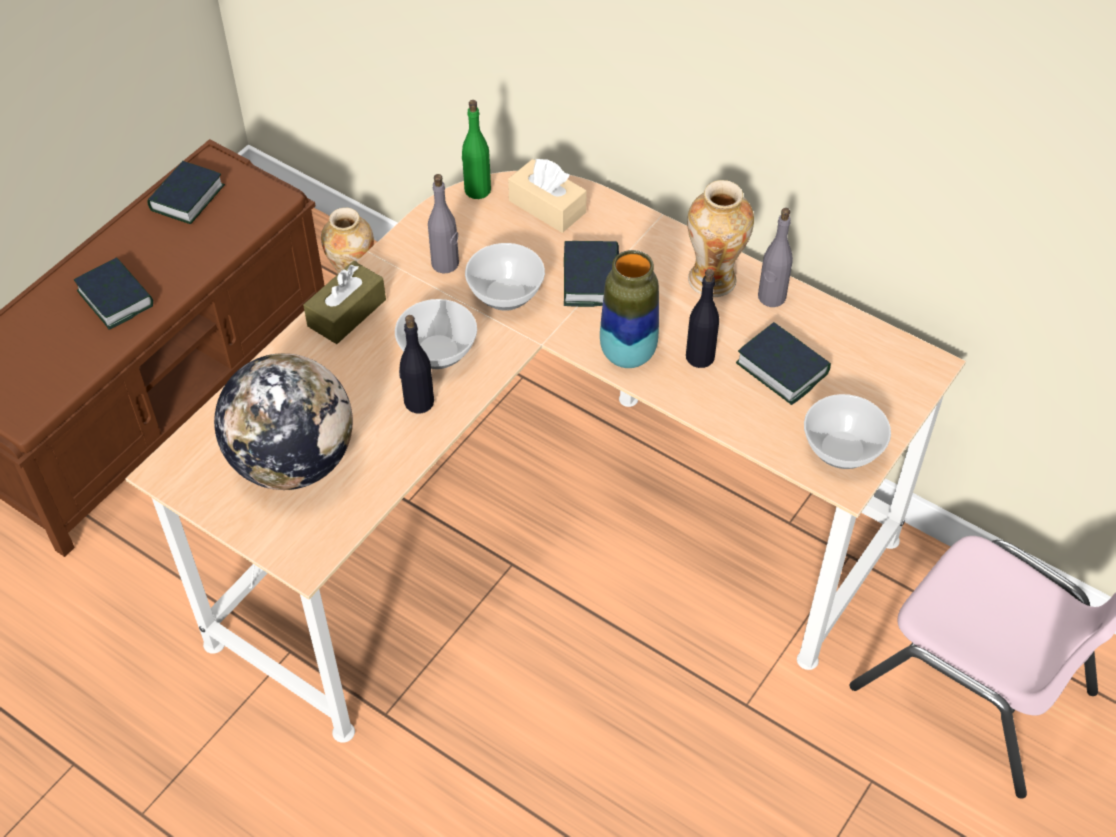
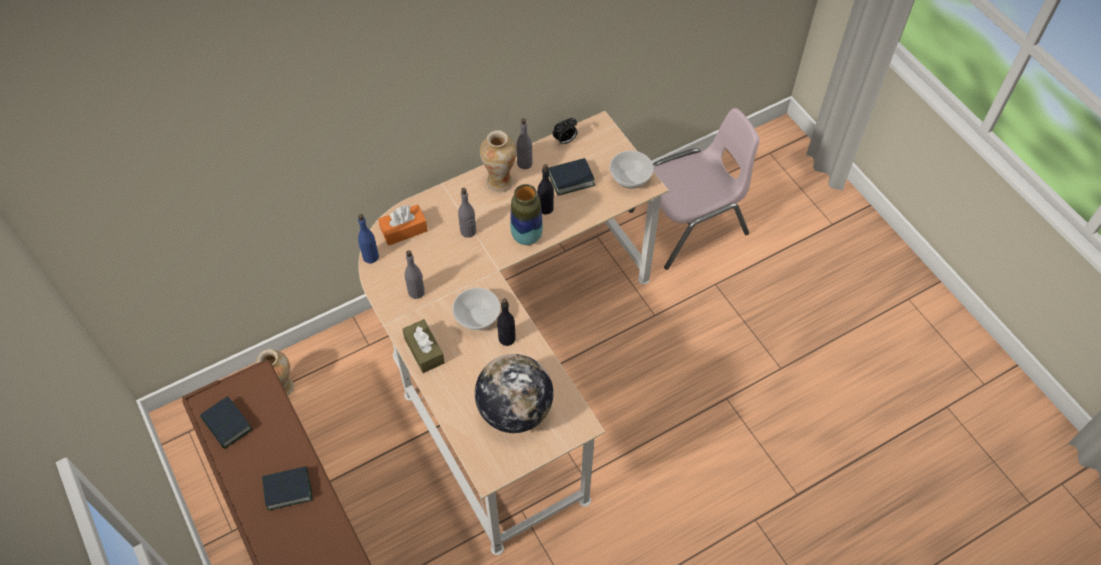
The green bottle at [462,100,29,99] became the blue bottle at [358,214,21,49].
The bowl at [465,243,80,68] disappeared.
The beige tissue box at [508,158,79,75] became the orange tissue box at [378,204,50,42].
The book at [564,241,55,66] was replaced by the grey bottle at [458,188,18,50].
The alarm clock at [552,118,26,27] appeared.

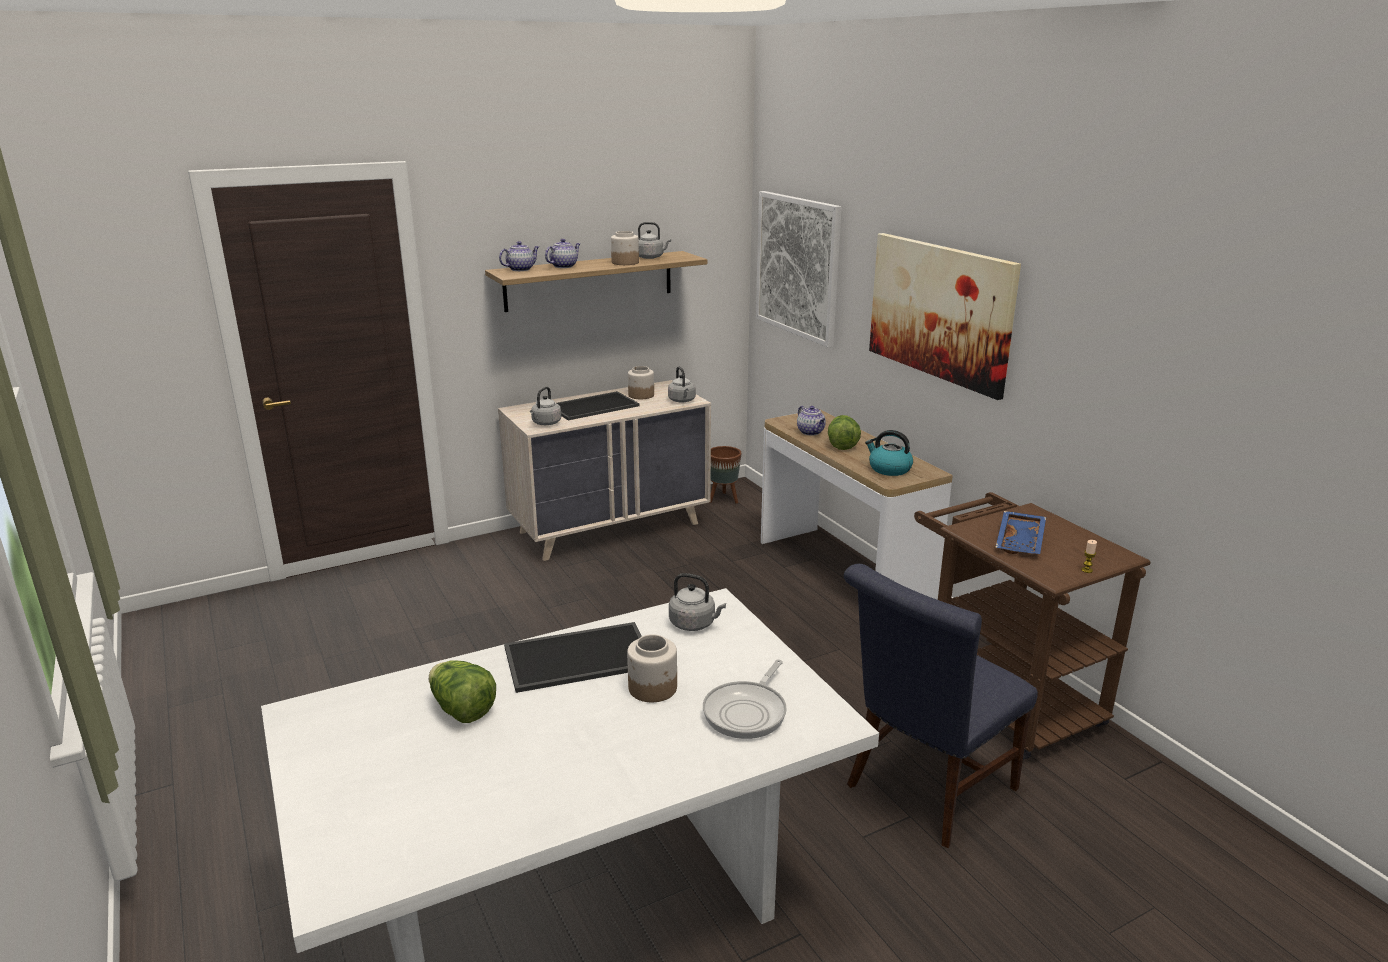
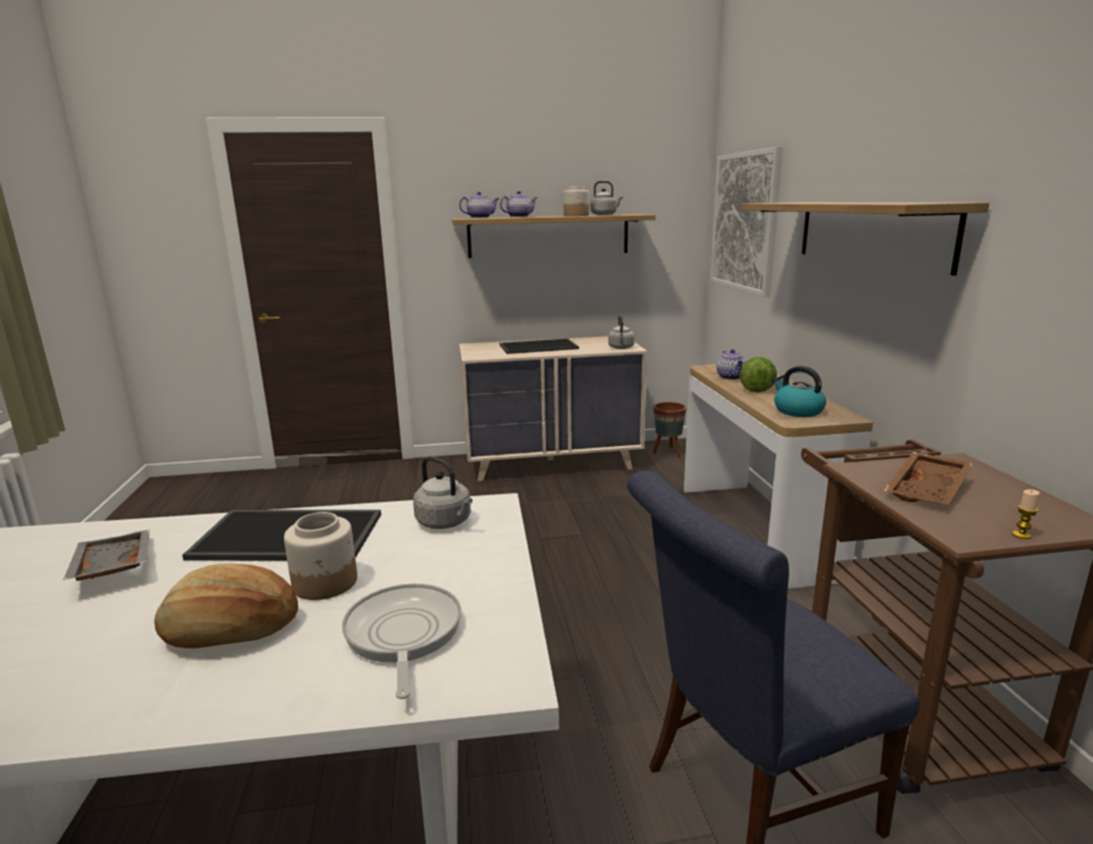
The lettuce at [429,660,67,63] was replaced by the grey tray at [63,530,87,51].
The grey kettle at [530,387,31,38] disappeared.
The jar at [628,366,26,33] disappeared.
The frying pan at [703,660,84,79] turned 120 degrees clockwise.
The picture at [869,233,152,167] was replaced by the shelf at [741,202,248,74].
The blue tray at [995,511,51,43] became the brown tray at [884,452,89,53].
The bread at [154,563,144,85] appeared.

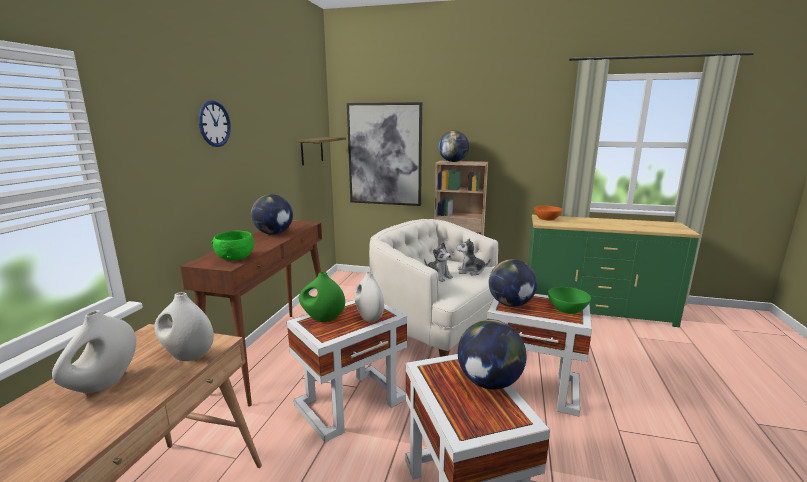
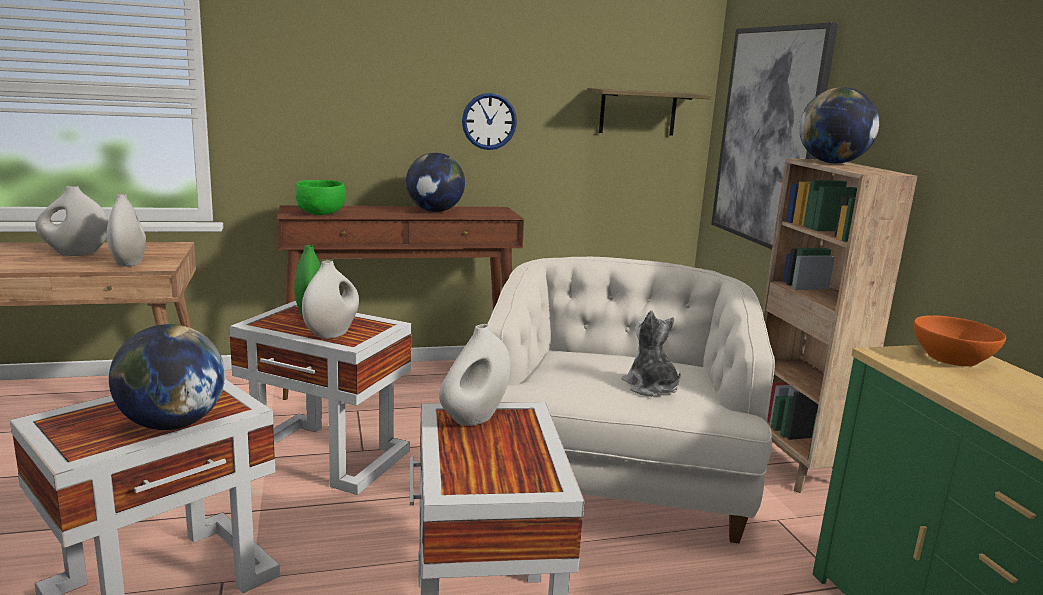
The wall clock moved from [198,100,33,47] to [462,93,55,57].
The plush toy at [424,242,29,40] disappeared.
The globe at [489,259,48,48] was replaced by the white vase at [439,324,71,102].
The green bowl at [548,287,43,27] disappeared.

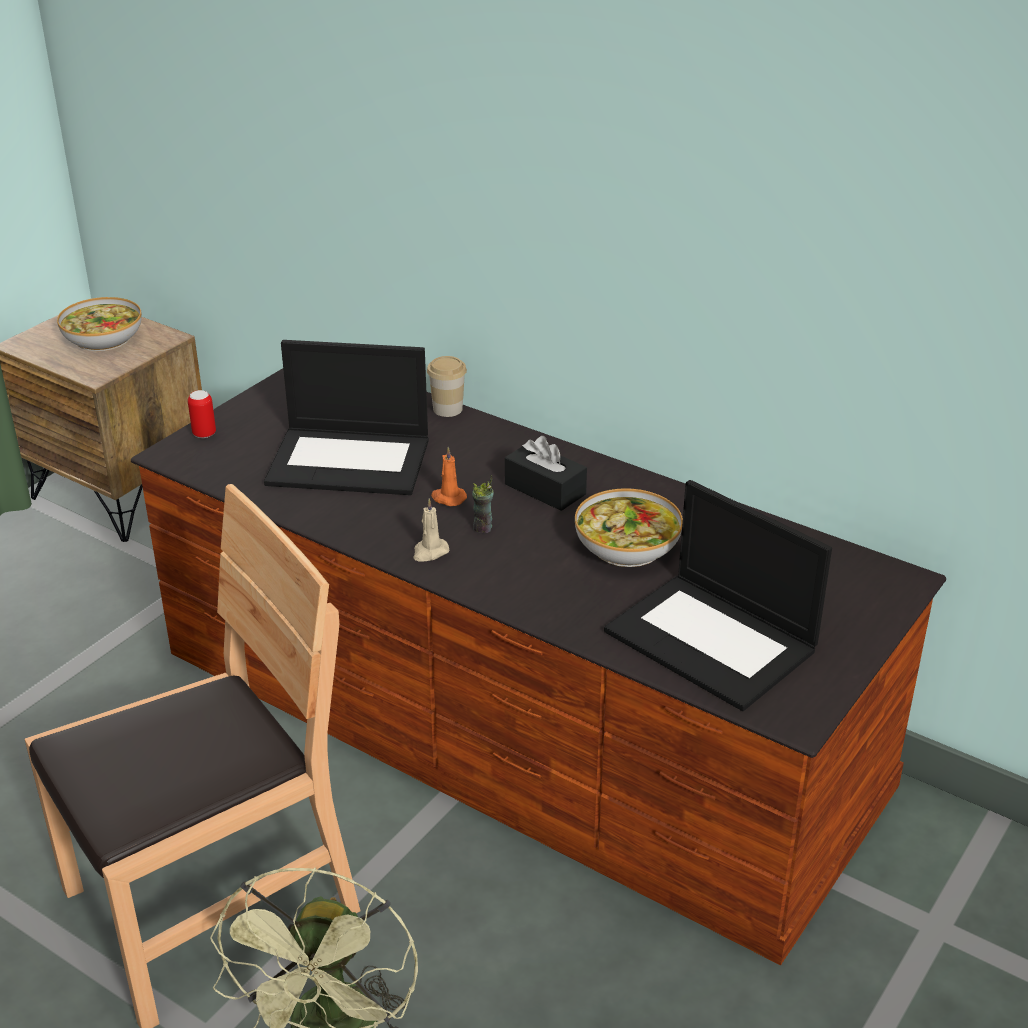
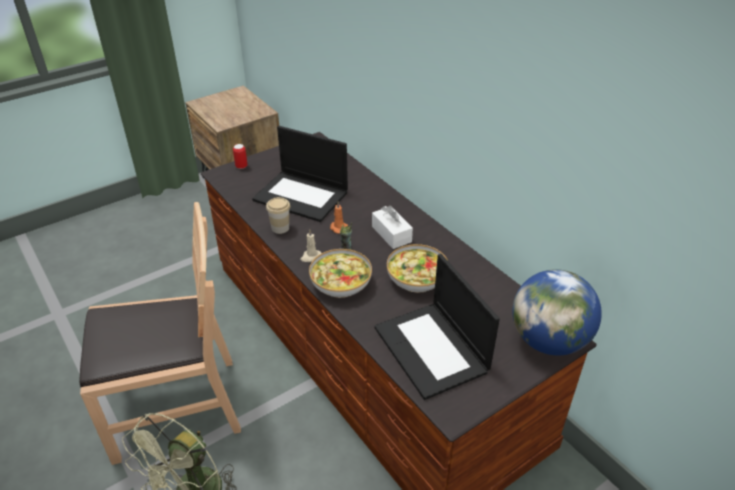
The bowl moved from [57,297,85,54] to [309,249,63,49].
The cup moved from [427,356,40,61] to [266,197,24,37].
The black tissue box at [505,436,82,75] became the white tissue box at [372,206,41,43].
The globe at [512,269,90,87] appeared.

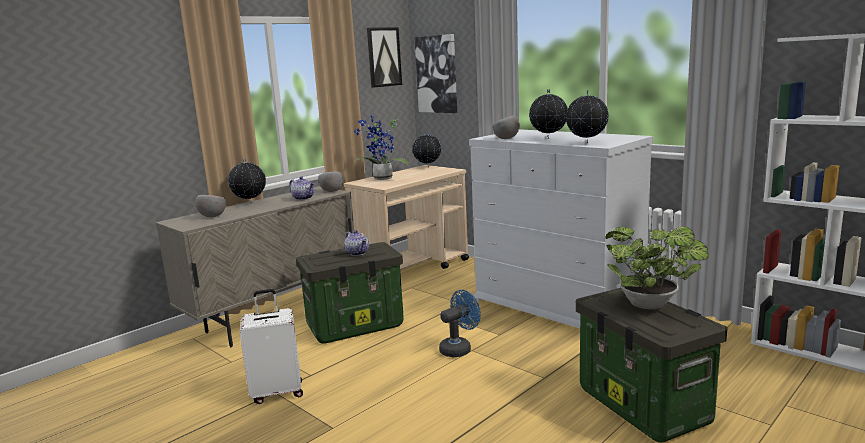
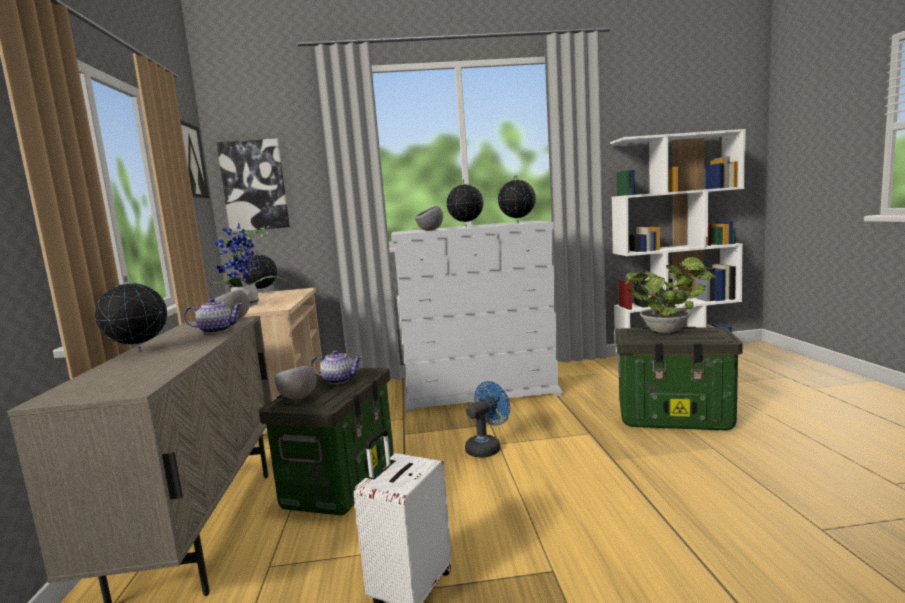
The grey bowl moved from [196,195,30,22] to [275,365,41,34].
The blue fan at [439,290,42,68] turned 45 degrees clockwise.

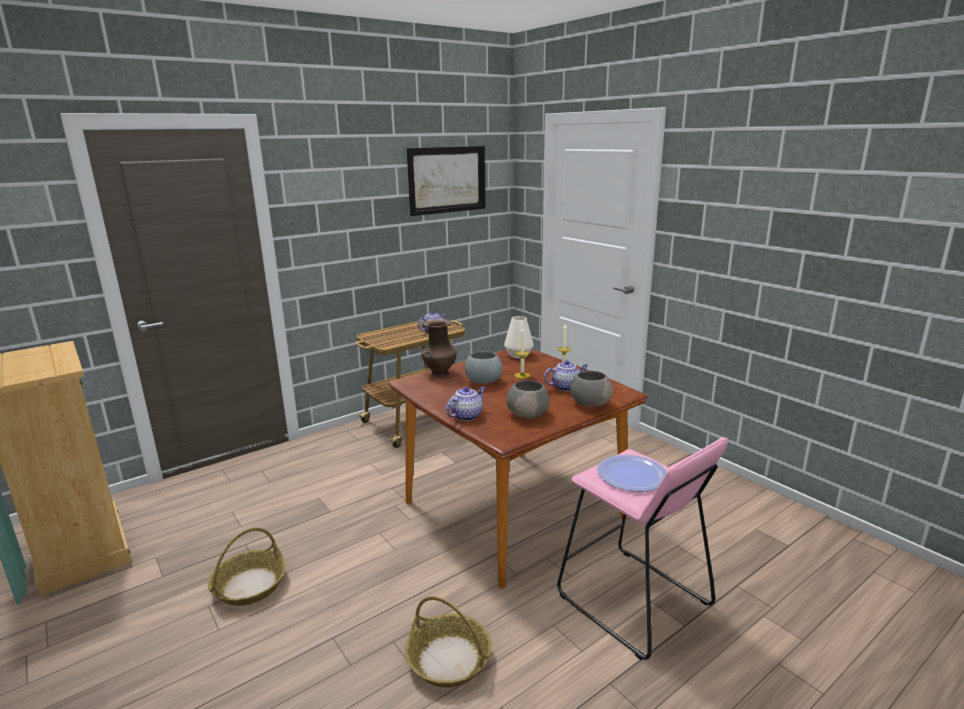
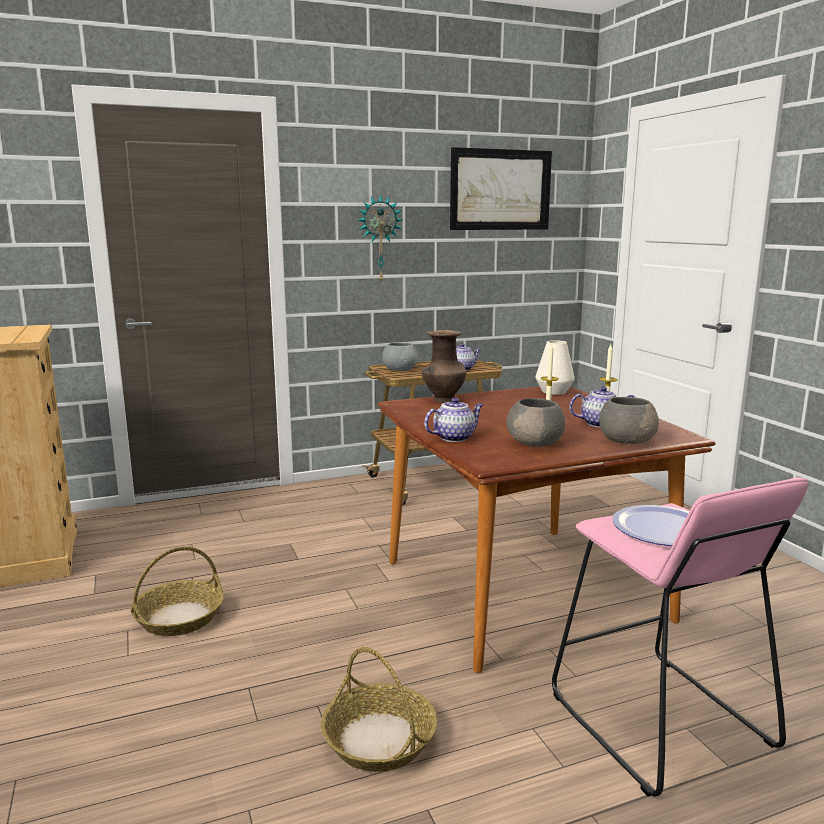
The grey bowl moved from [465,351,38,33] to [382,342,36,29].
The wall clock at [358,194,45,90] appeared.

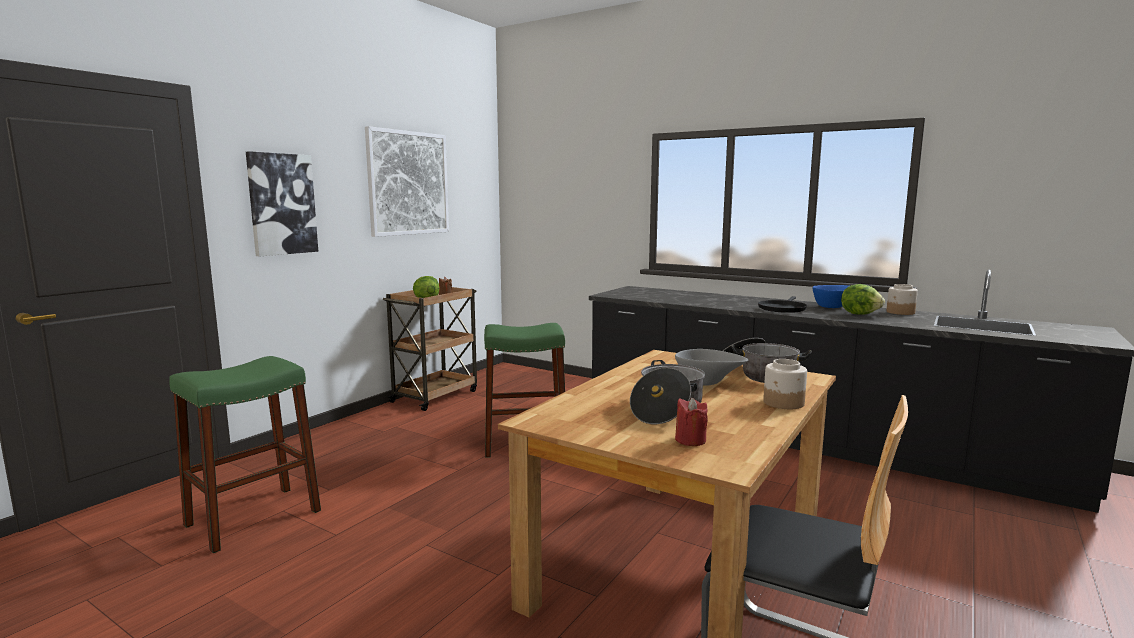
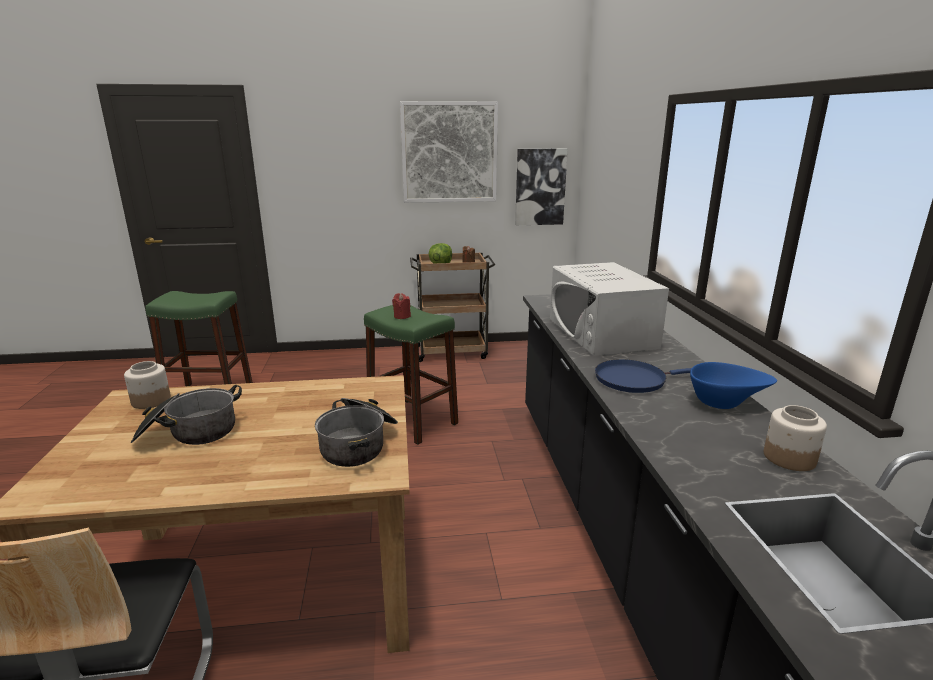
The picture moved from [246,151,72,105] to [515,149,53,76].
The grey bowl at [675,349,73,37] disappeared.
The red candle moved from [675,398,33,48] to [392,293,19,26].
The black frying pan at [758,296,49,17] became the blue frying pan at [595,359,97,34].
The jar moved from [763,359,44,50] to [124,361,47,48].
The lettuce at [841,284,44,31] disappeared.
The white microwave at [550,262,119,94] appeared.

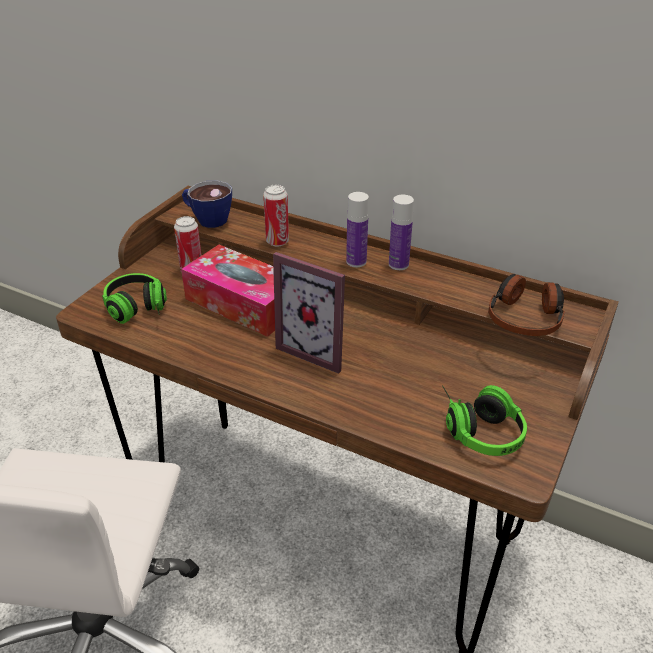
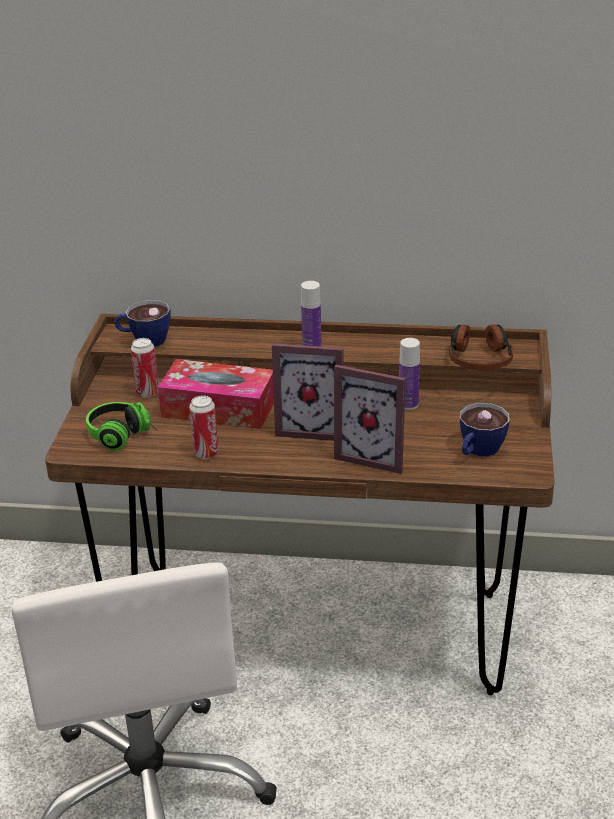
The can moved from [263,185,26,61] to [189,395,29,64].
The bottle moved from [389,195,25,75] to [399,338,21,72].
The headphones at [442,385,85,71] was replaced by the cup at [460,403,50,53].
The picture frame at [334,365,72,109] appeared.

